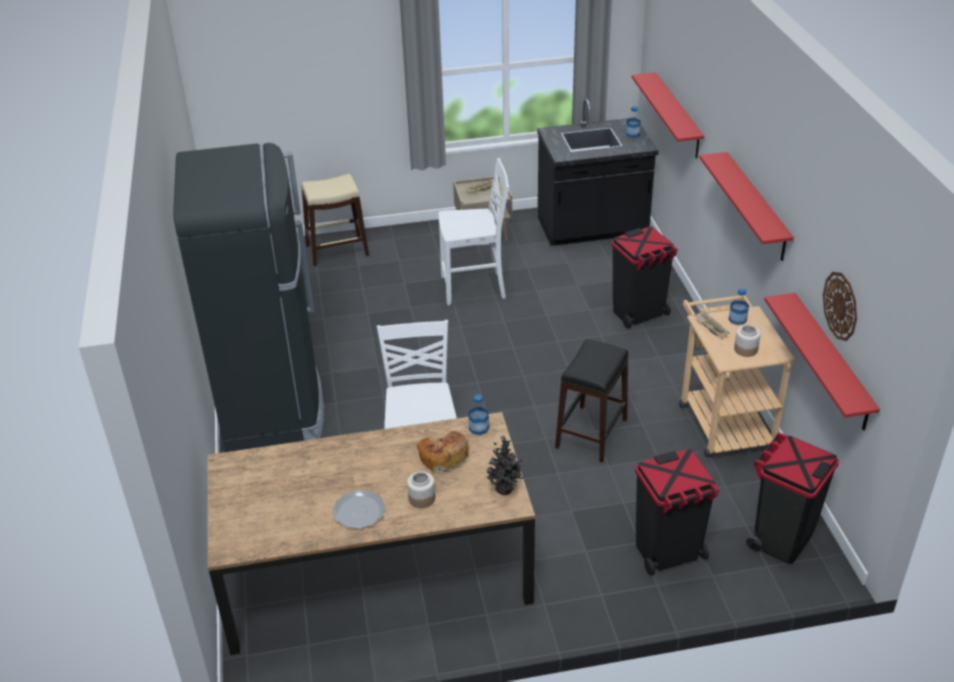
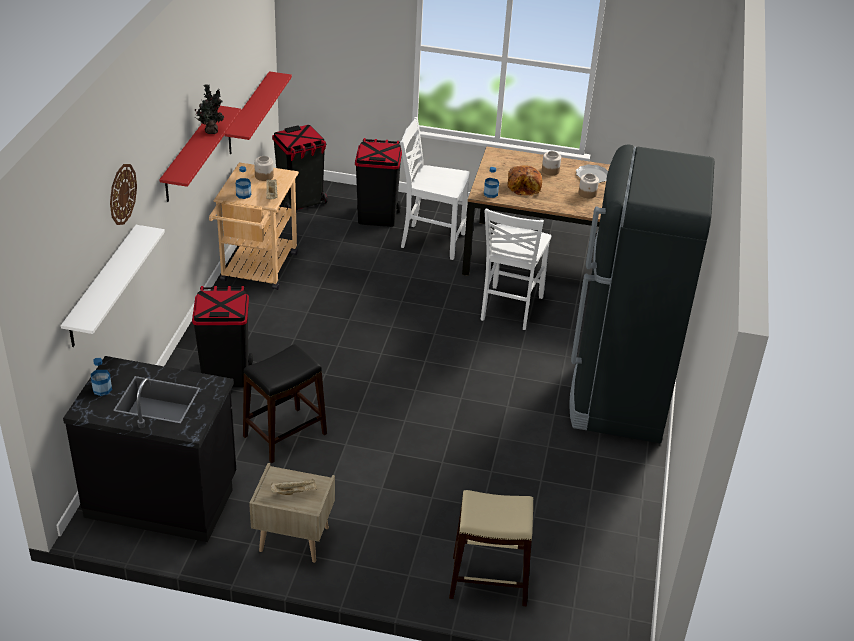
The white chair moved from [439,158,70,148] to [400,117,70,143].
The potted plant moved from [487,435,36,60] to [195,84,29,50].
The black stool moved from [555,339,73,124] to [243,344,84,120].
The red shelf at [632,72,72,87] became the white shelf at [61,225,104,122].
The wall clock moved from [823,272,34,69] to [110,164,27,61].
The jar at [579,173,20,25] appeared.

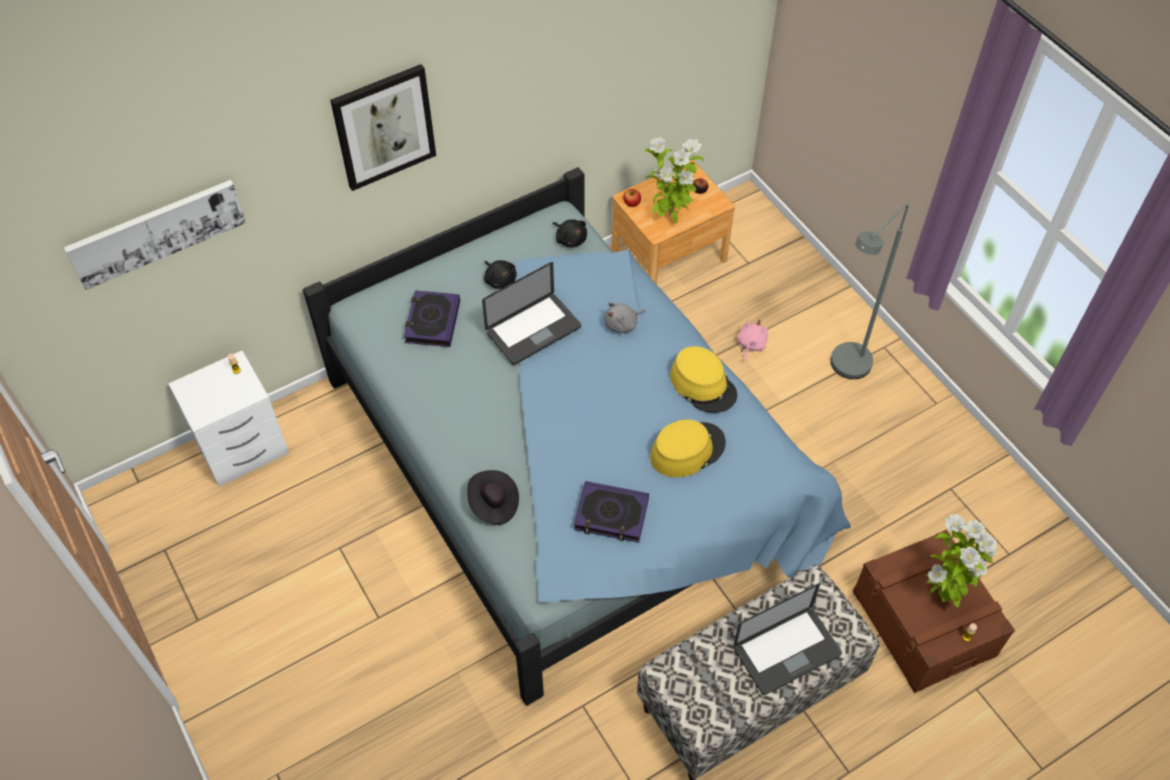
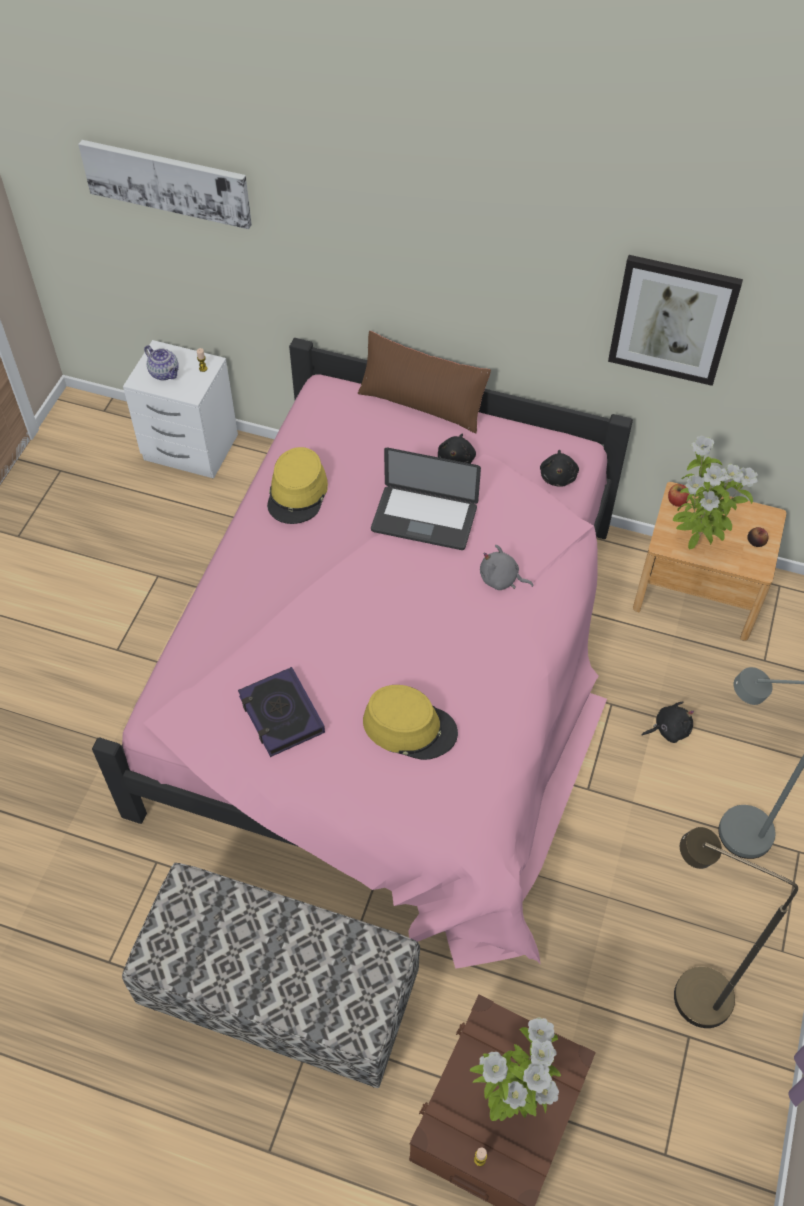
The blue bed at [303,167,547,539] became the pink bed at [92,338,541,631].
The picture moved from [330,64,106,127] to [608,255,135,131].
The book at [404,290,56,57] disappeared.
The black hat at [467,470,52,55] disappeared.
The yellow hat moved from [670,346,67,67] to [267,447,61,77].
The laptop at [733,583,109,112] disappeared.
The pink plush toy at [737,320,31,41] became the black plush toy at [642,701,52,42].
The teapot at [144,345,35,35] appeared.
The brown pillow at [358,331,133,102] appeared.
The brown floor lamp at [674,827,124,201] appeared.

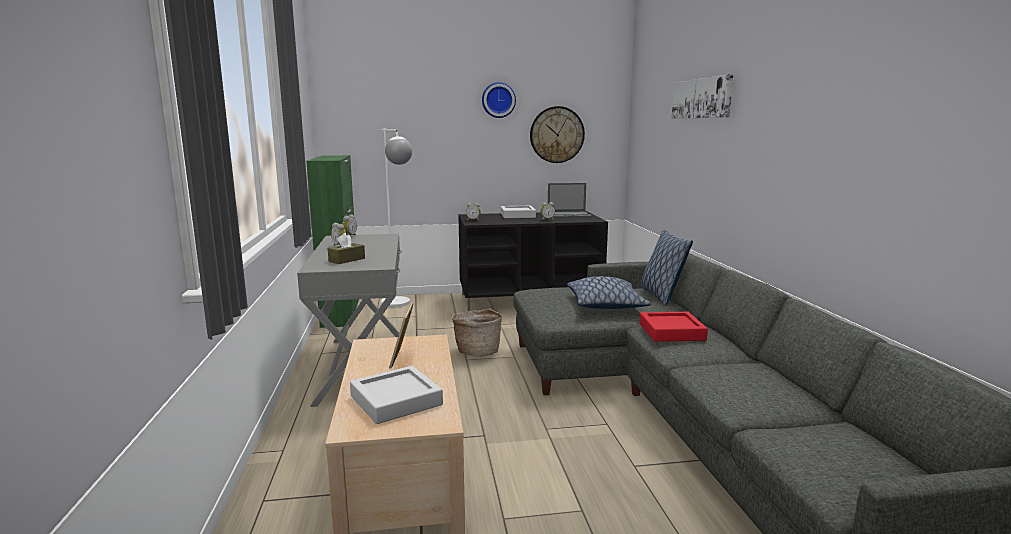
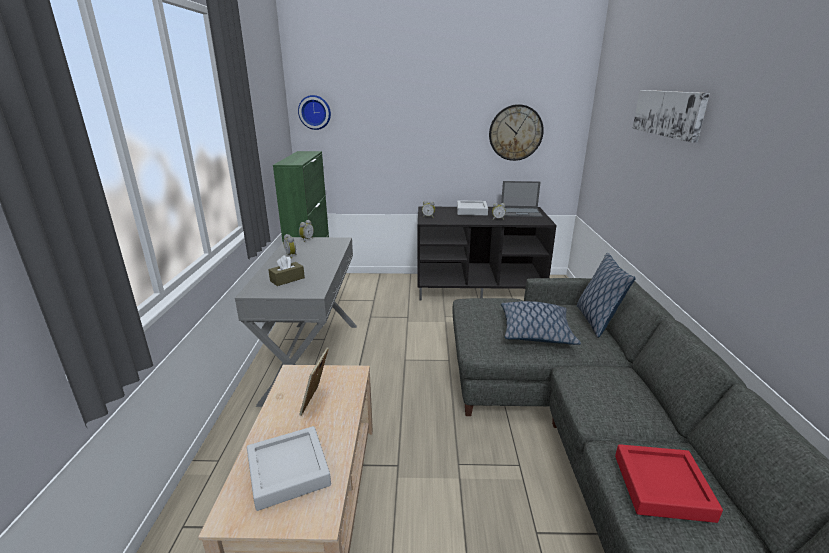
The white floor lamp at [380,128,32,179] disappeared.
The basket at [452,308,50,49] disappeared.
The wall clock moved from [482,82,34,36] to [298,95,33,35].
The red tray moved from [639,312,69,30] to [615,444,108,79].

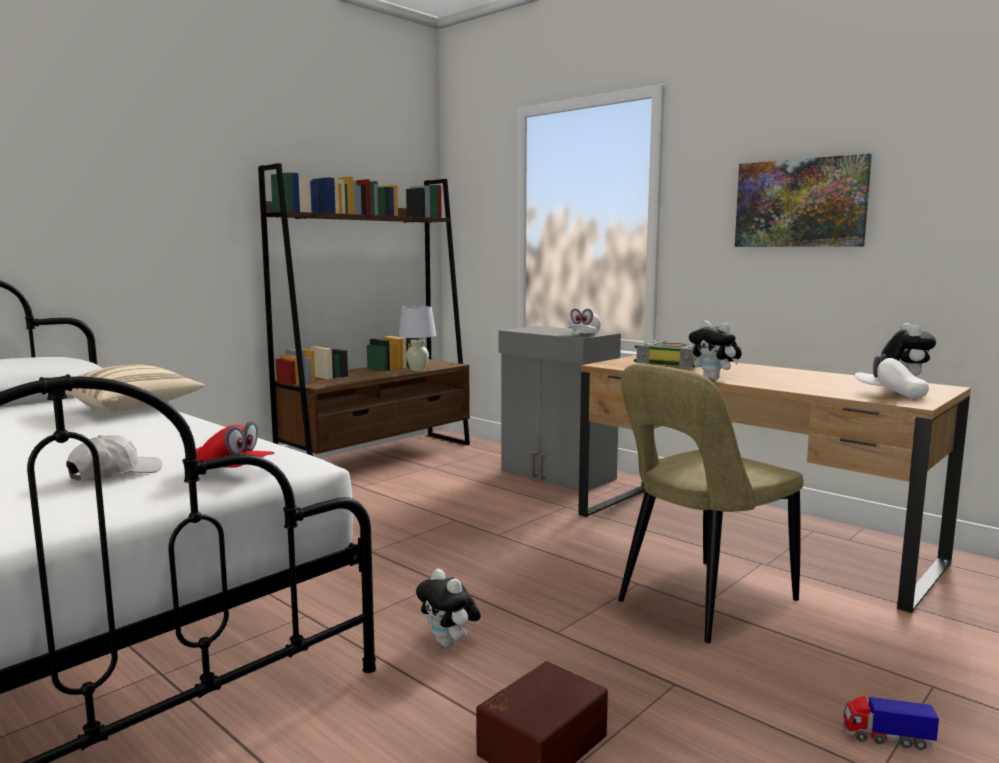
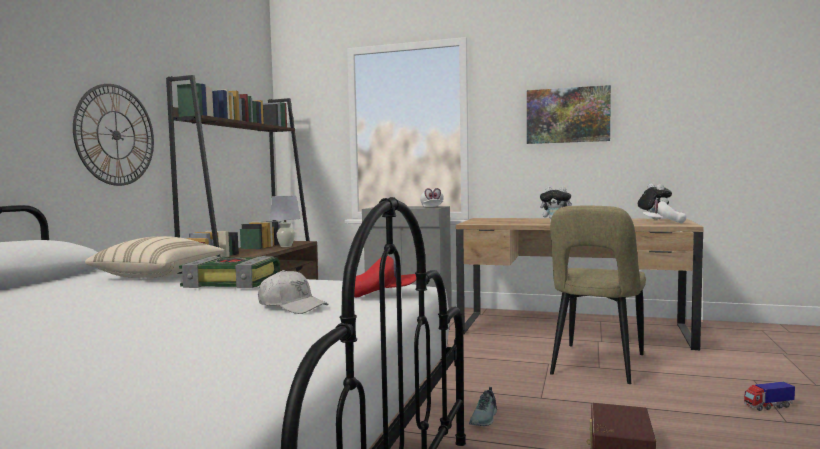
The white cap at [66,435,96,47] turned 105 degrees clockwise.
The plush toy at [416,569,65,78] was replaced by the shoe at [469,387,28,39].
The book moved from [634,340,64,28] to [179,256,101,32].
The wall clock at [73,84,81,102] appeared.

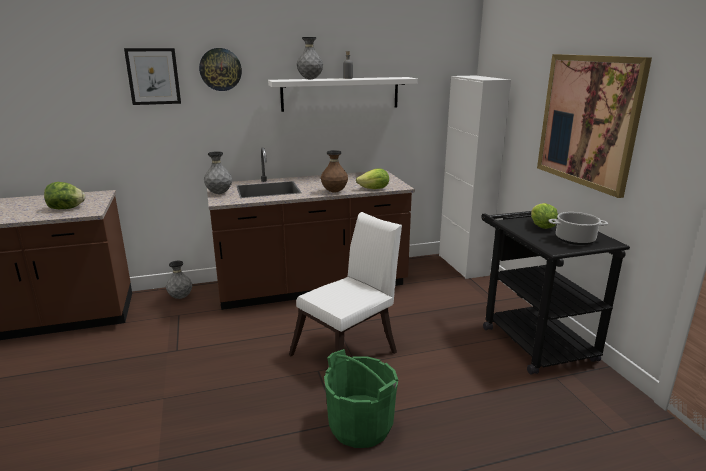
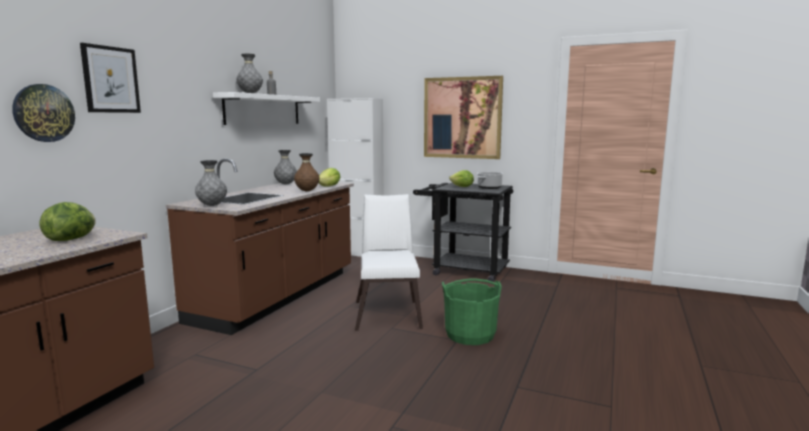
The grey vase moved from [166,261,26,38] to [274,150,23,35].
The wall clock moved from [199,48,43,43] to [12,84,63,58].

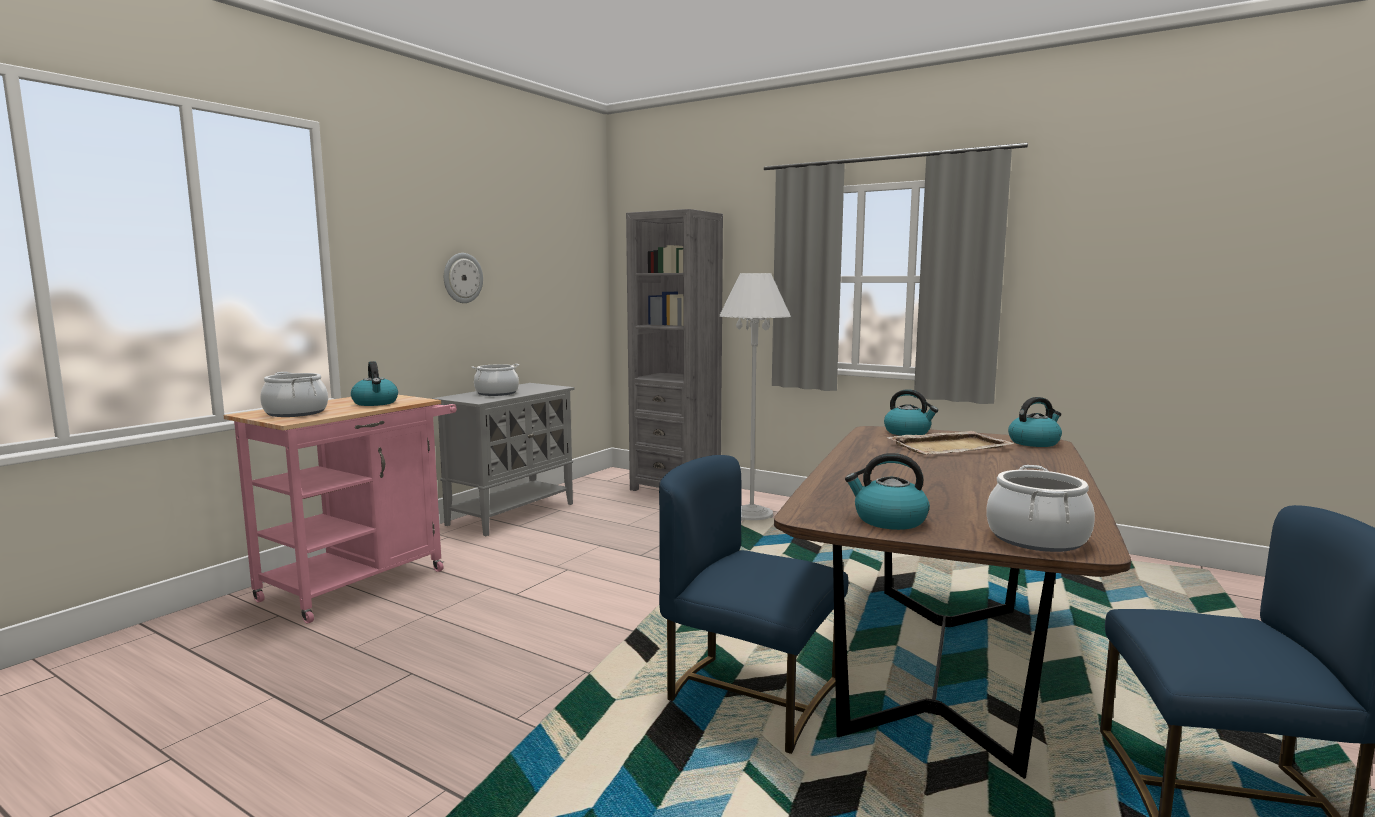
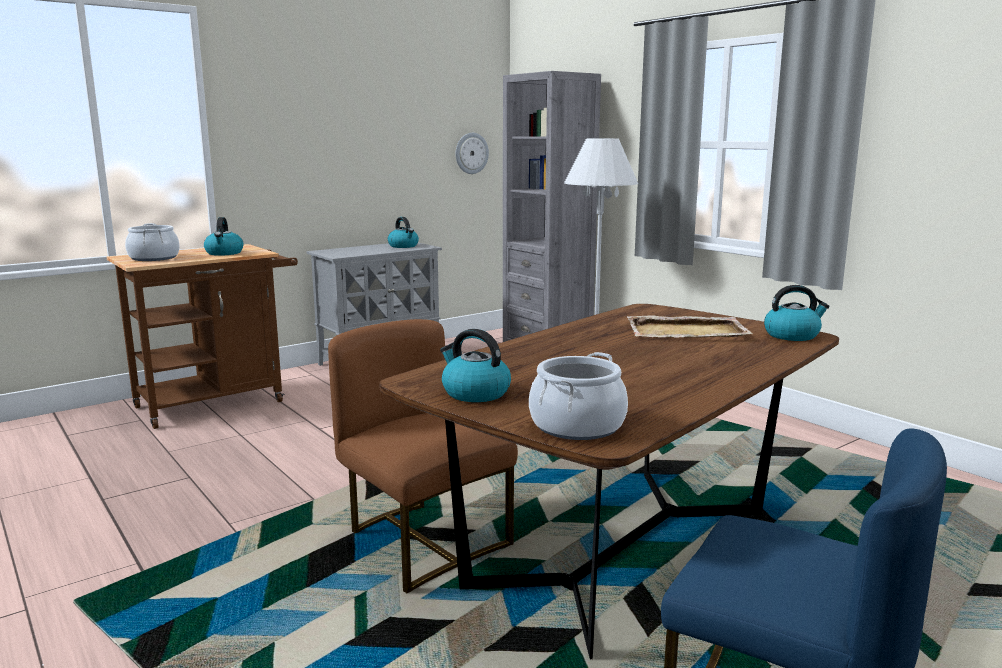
The pink cart at [223,395,234,229] became the brown cart at [106,244,192,185].
The wall clock moved from [444,253,39,50] to [456,133,33,41].
The cooking pot at [471,364,48,32] disappeared.
The blue chair at [659,455,189,299] became the brown chair at [328,319,190,274].
The kettle moved from [884,389,54,46] to [388,217,31,31].

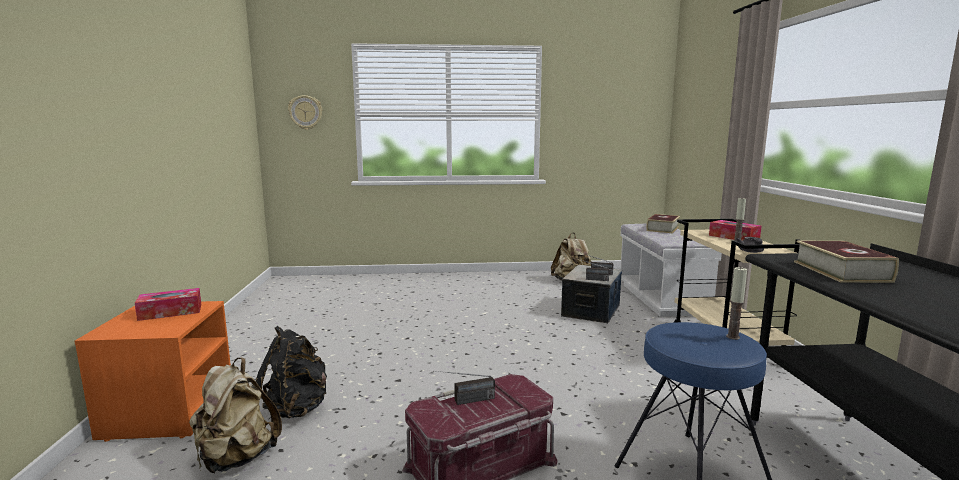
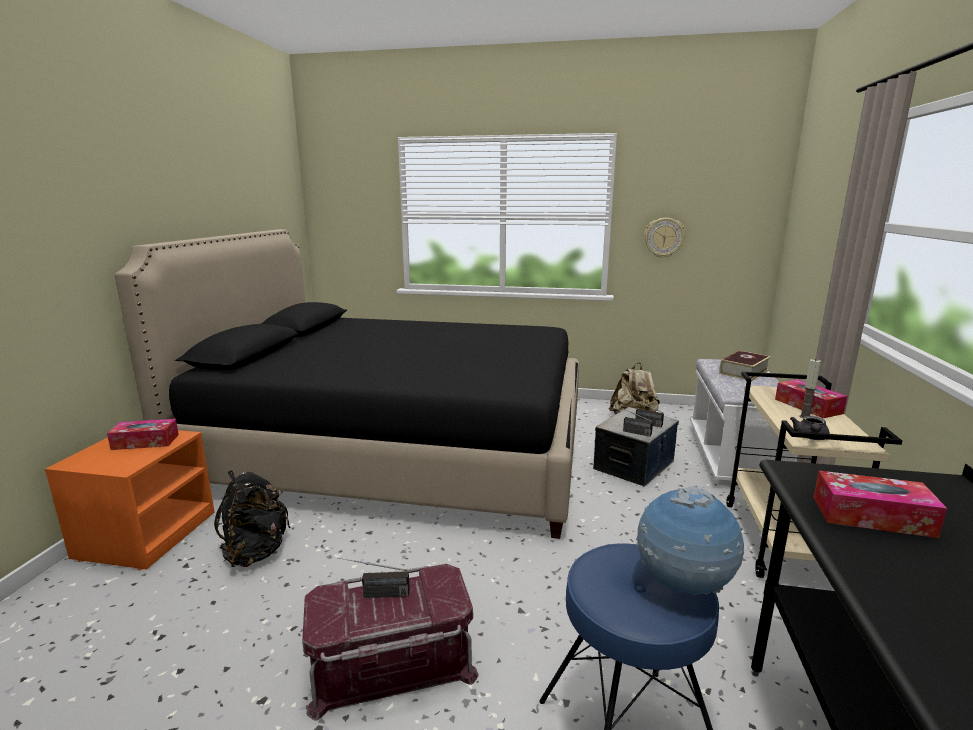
The beige backpack at [189,357,93,116] disappeared.
The wall clock moved from [288,95,34,35] to [644,218,41,40].
The candle at [726,266,21,74] was replaced by the globe at [636,486,110,110].
The book at [794,241,105,42] was replaced by the tissue box at [813,471,134,67].
The black bed at [115,229,464,310] appeared.

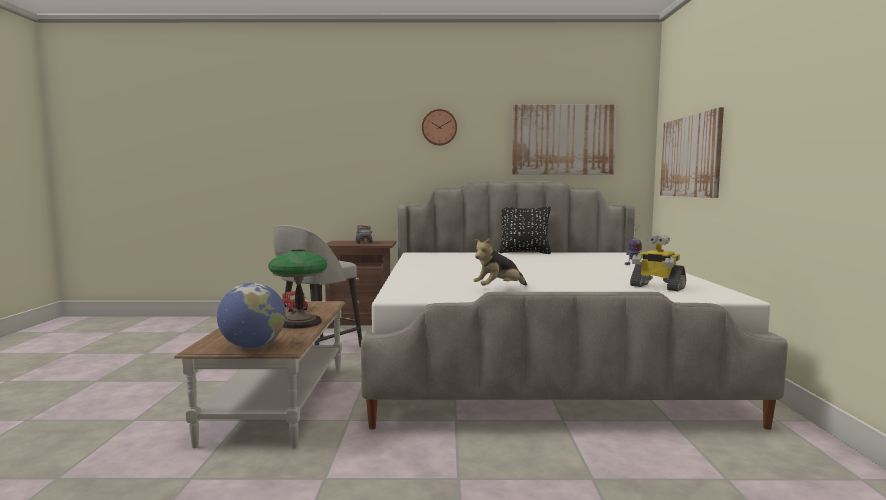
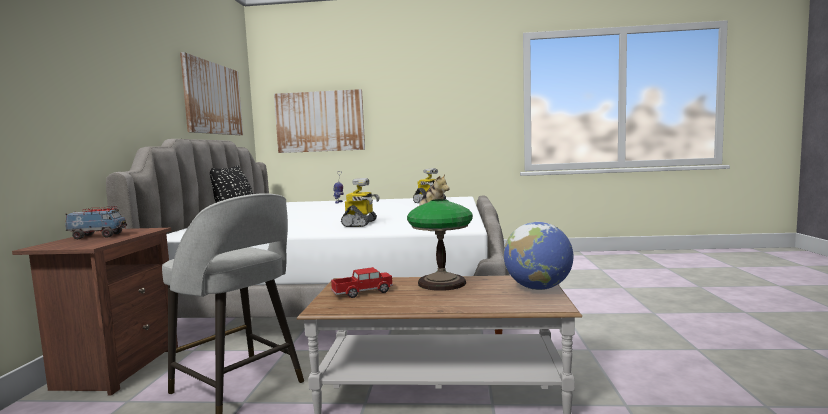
The wall clock at [422,109,35,37] disappeared.
The toy robot at [341,178,39,49] appeared.

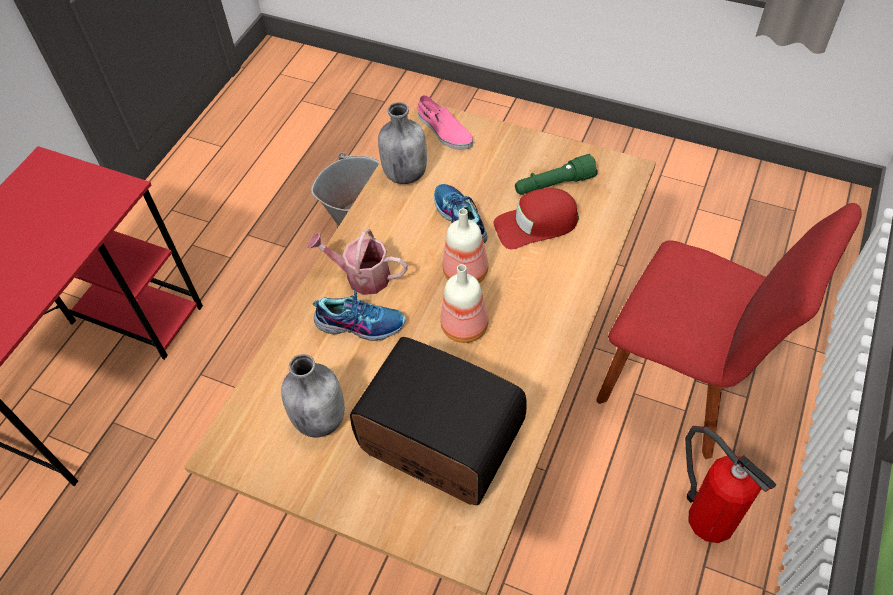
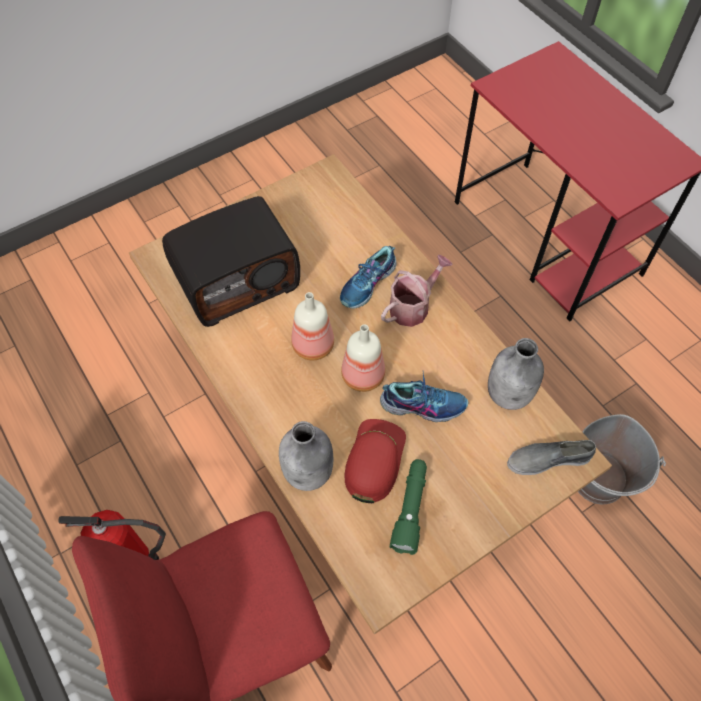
The grey bottle moved from [281,354,64,83] to [279,421,54,70].
The pink shoe at [417,95,56,55] became the grey shoe at [507,440,89,35].

